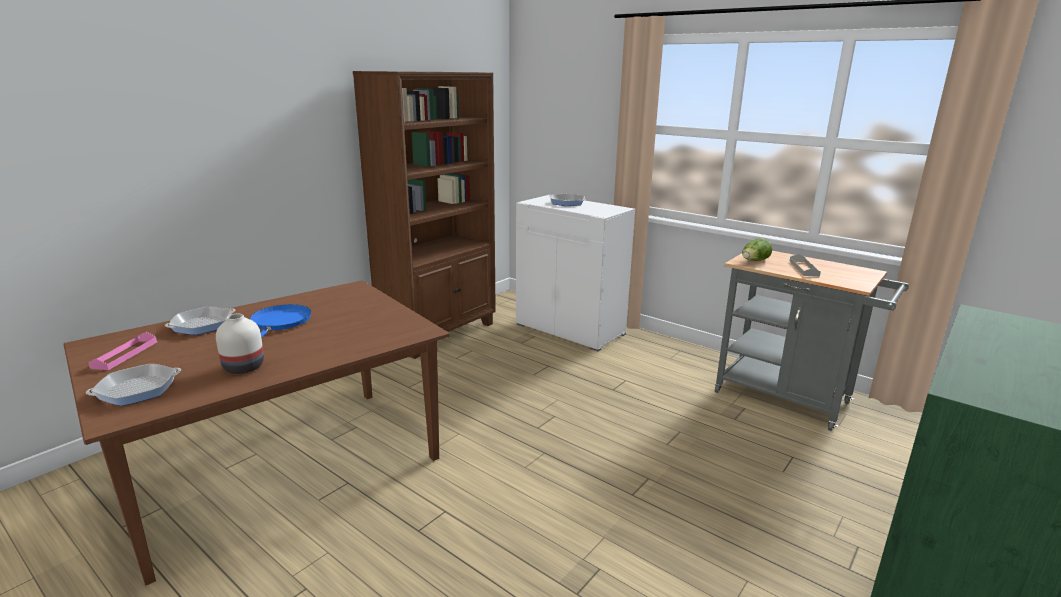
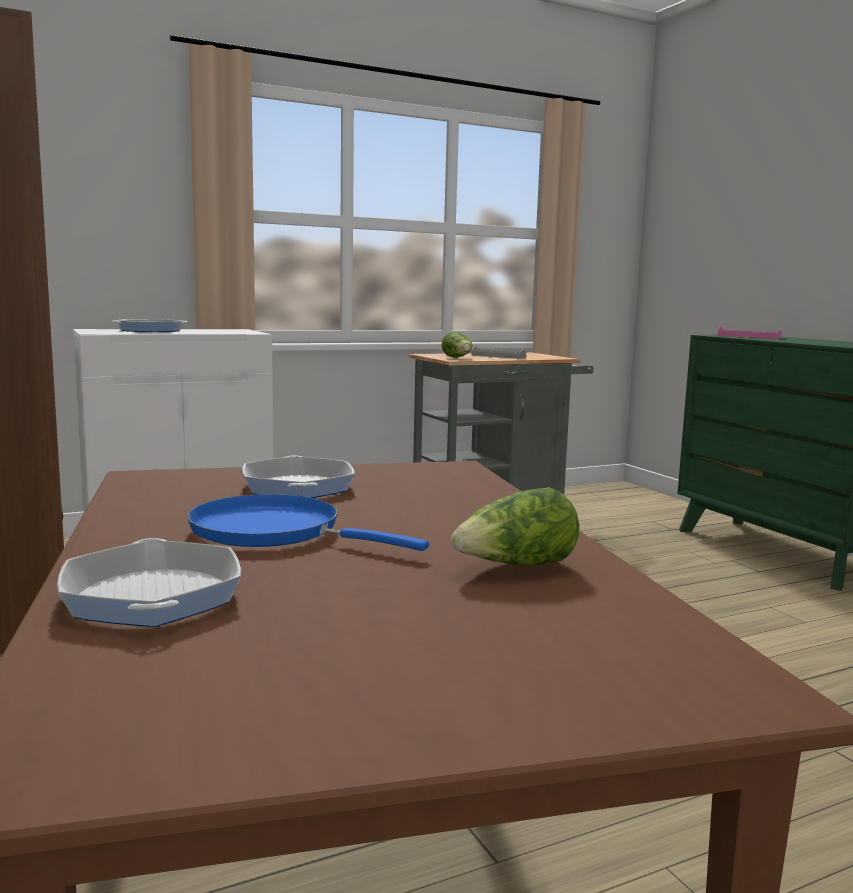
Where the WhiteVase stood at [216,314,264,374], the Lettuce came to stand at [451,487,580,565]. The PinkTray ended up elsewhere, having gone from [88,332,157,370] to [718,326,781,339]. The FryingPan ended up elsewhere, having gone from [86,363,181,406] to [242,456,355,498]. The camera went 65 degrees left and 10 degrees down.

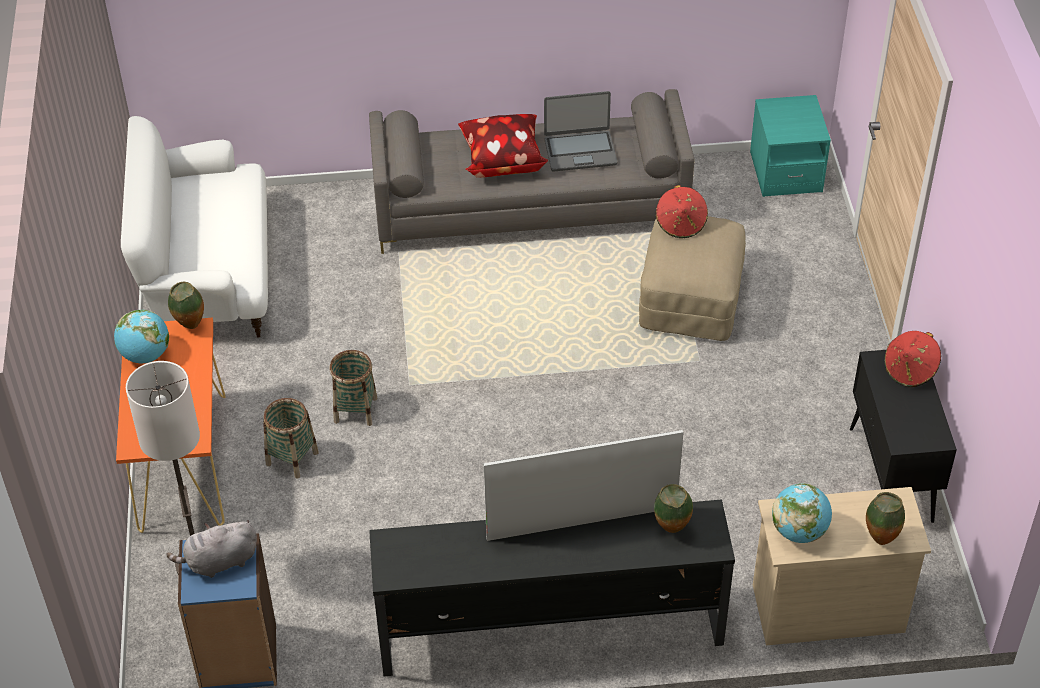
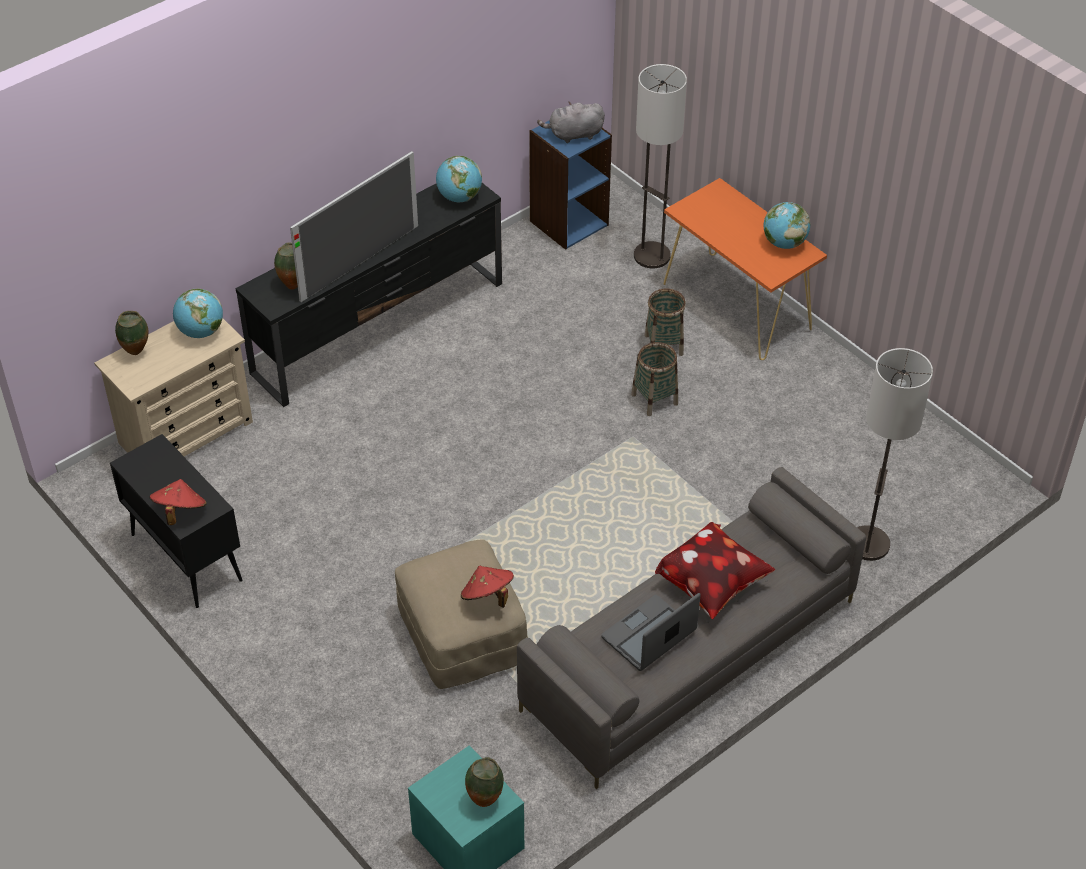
The second view lost the WhiteSofa at [121,116,268,338]. The Vase ended up elsewhere, having gone from [168,282,204,329] to [465,757,504,807]. The GreyPlushToy at [166,520,257,578] ended up facing another way, 135 degrees counterclockwise from before. The second view gained the Globe at [436,156,482,202]. The second view gained the FloorLamp at [857,348,933,561]. The camera went 145 degrees right and 0 degrees up.

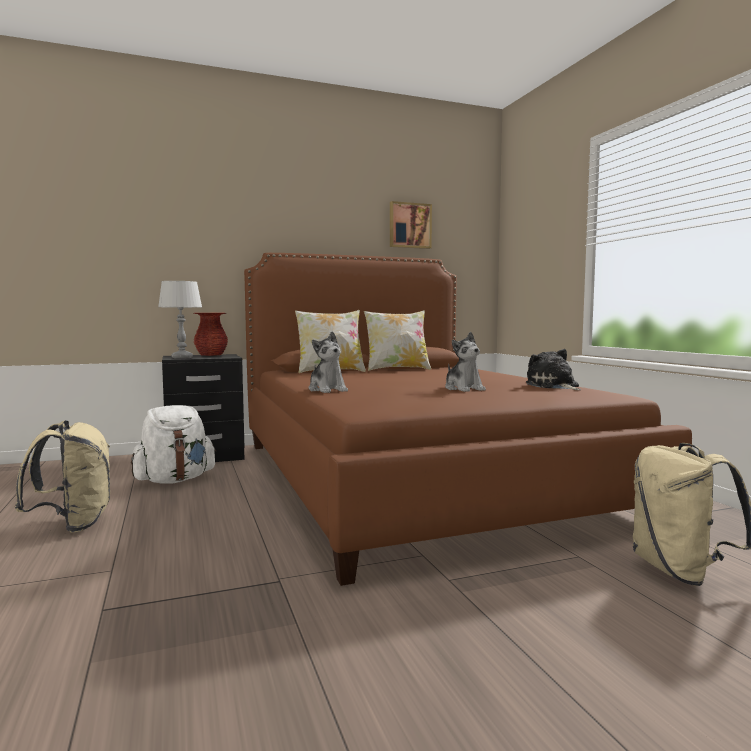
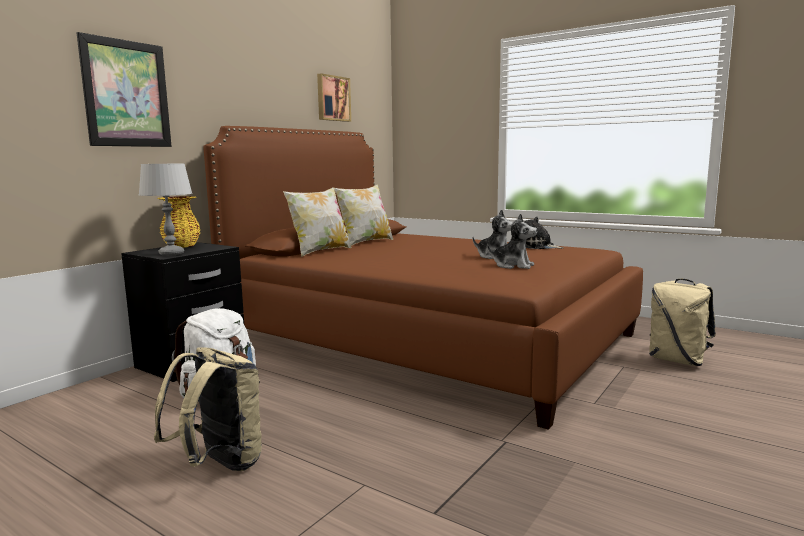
What was the RedVase at [194,313,227,356] turned into the YellowVase at [157,196,201,248]. The PlushToy ended up elsewhere, having gone from [309,331,348,393] to [487,213,537,269]. The second view gained the Picture at [77,32,172,147]. The camera went 35 degrees left and 5 degrees up.

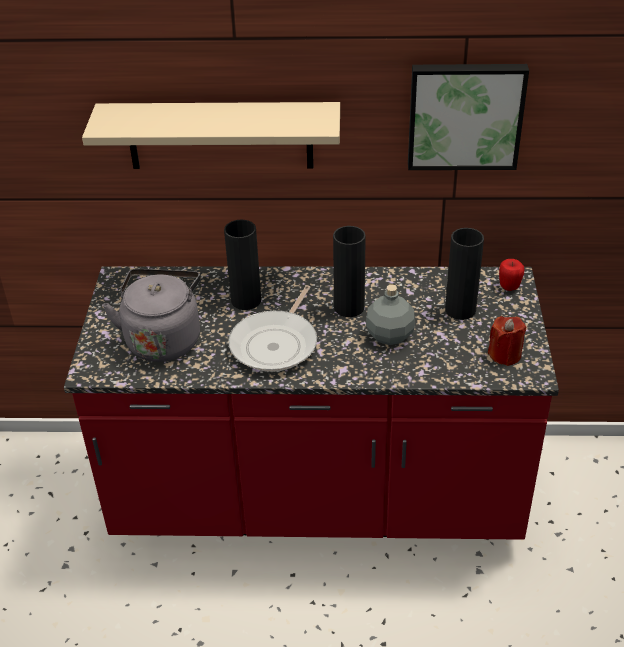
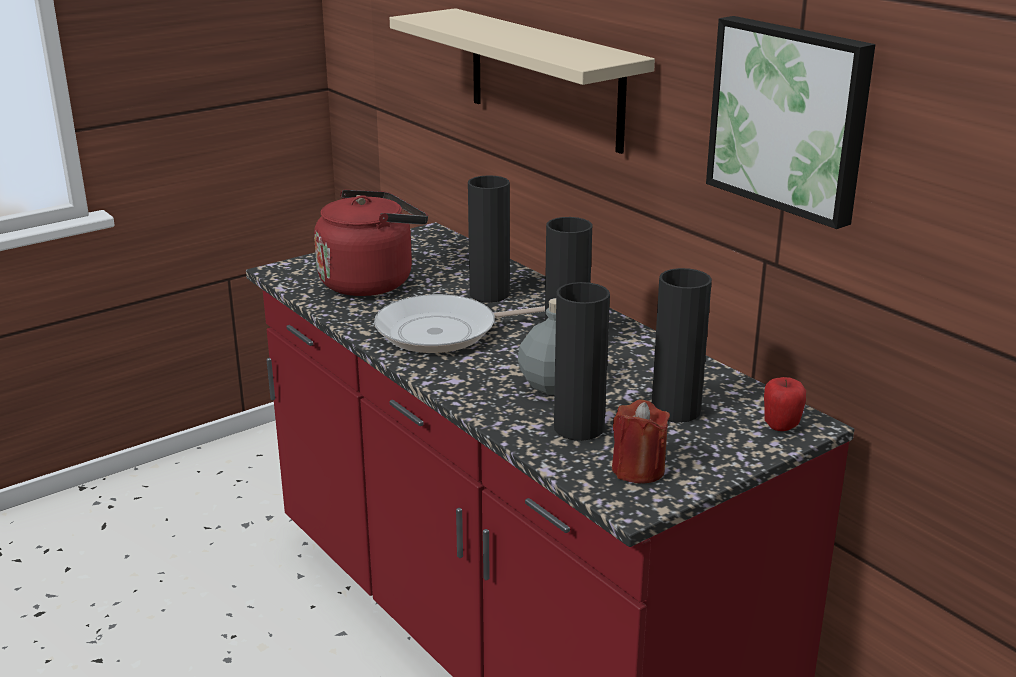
What was the GreyKettle at [103,269,201,362] turned into the RedKettle at [314,190,428,296]. The second view gained the BlackVase at [554,282,610,441]. The camera went 50 degrees right and 15 degrees down.

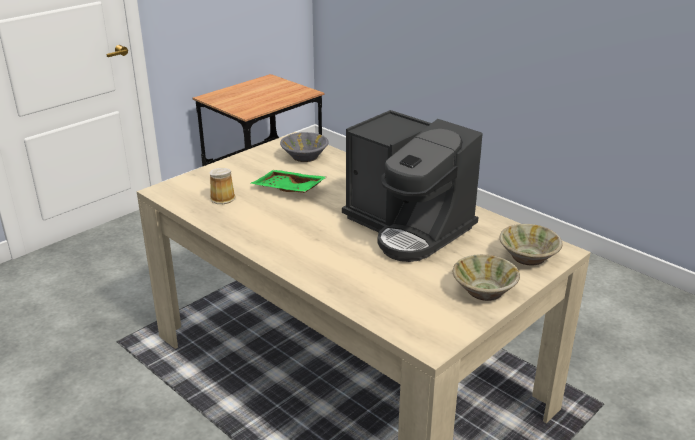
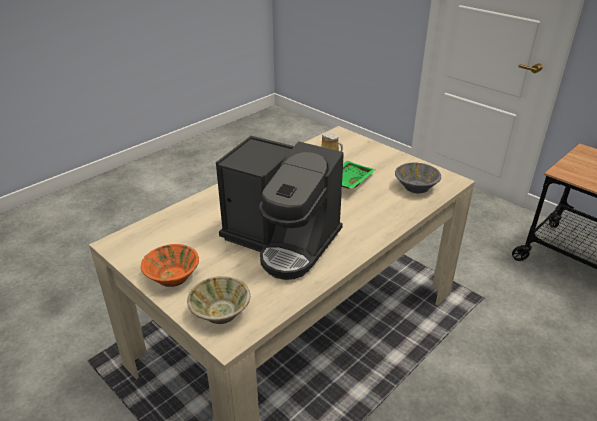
The CoffeeMachine at [342,110,483,262] ended up facing another way, 105 degrees counterclockwise from before. What was the BeigeBowl at [453,254,520,301] turned into the OrangeBowl at [141,244,199,287]. The camera went 90 degrees right and 5 degrees up.

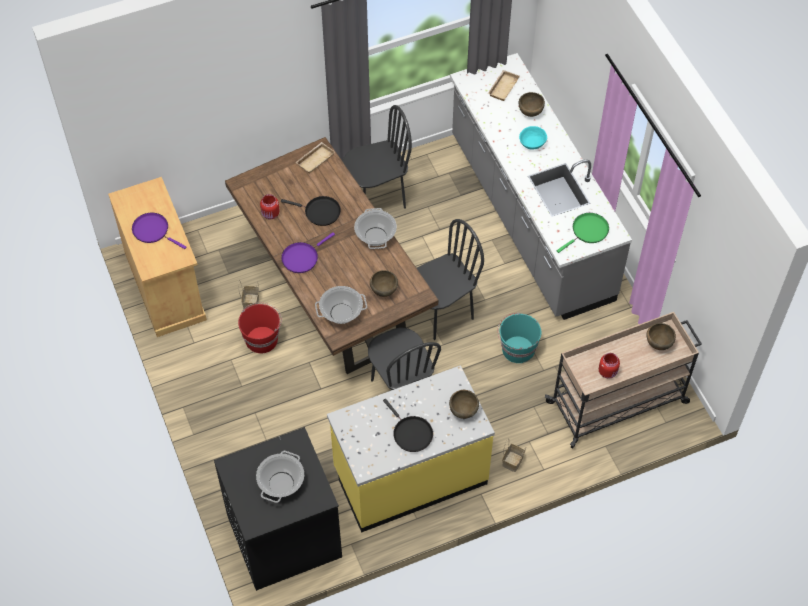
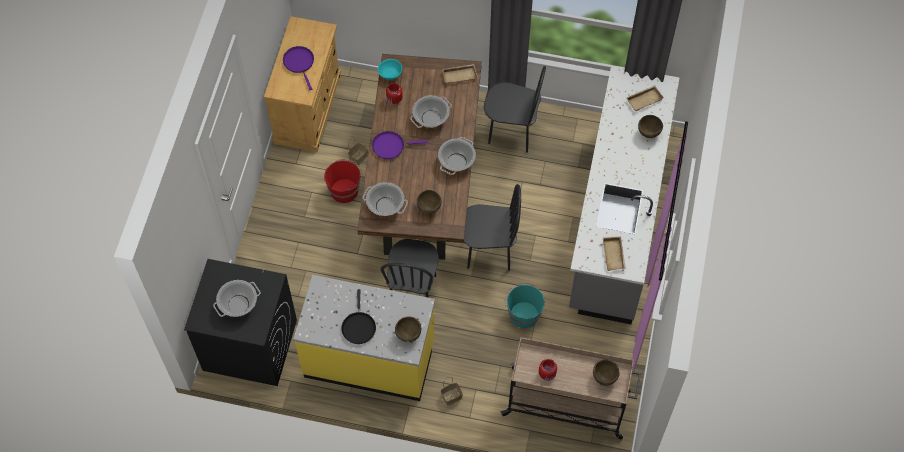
The TurquoiseBowl ended up elsewhere, having gone from [519,126,547,149] to [378,59,402,80]. Where the BlackFryingPan stood at [281,196,341,226], the CookingPot came to stand at [410,95,452,128]. Where the GreenFryingPan stood at [557,213,609,253], the BeigeTray came to stand at [603,237,626,271]. The camera went 35 degrees right and 5 degrees up.

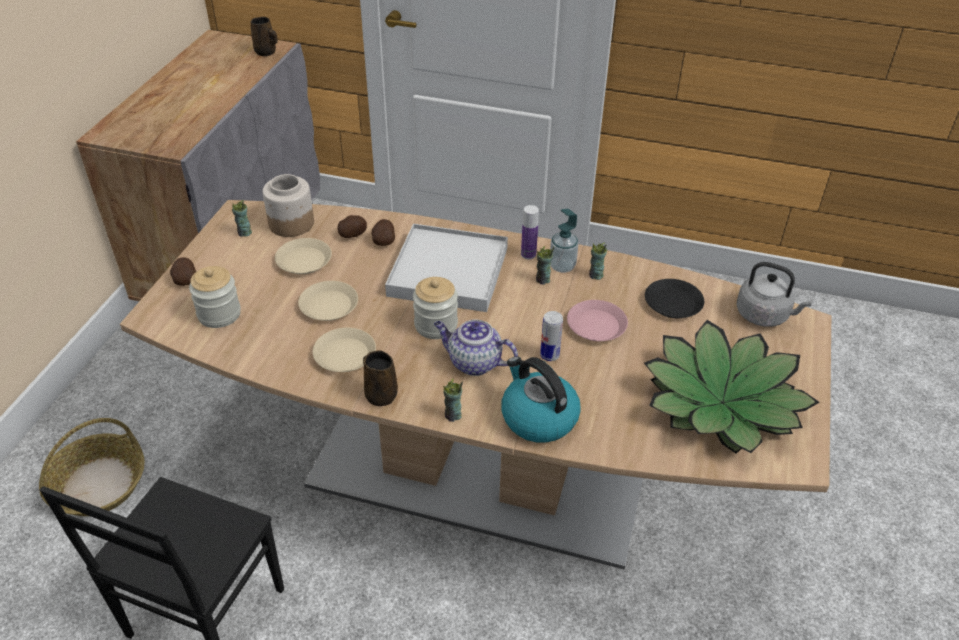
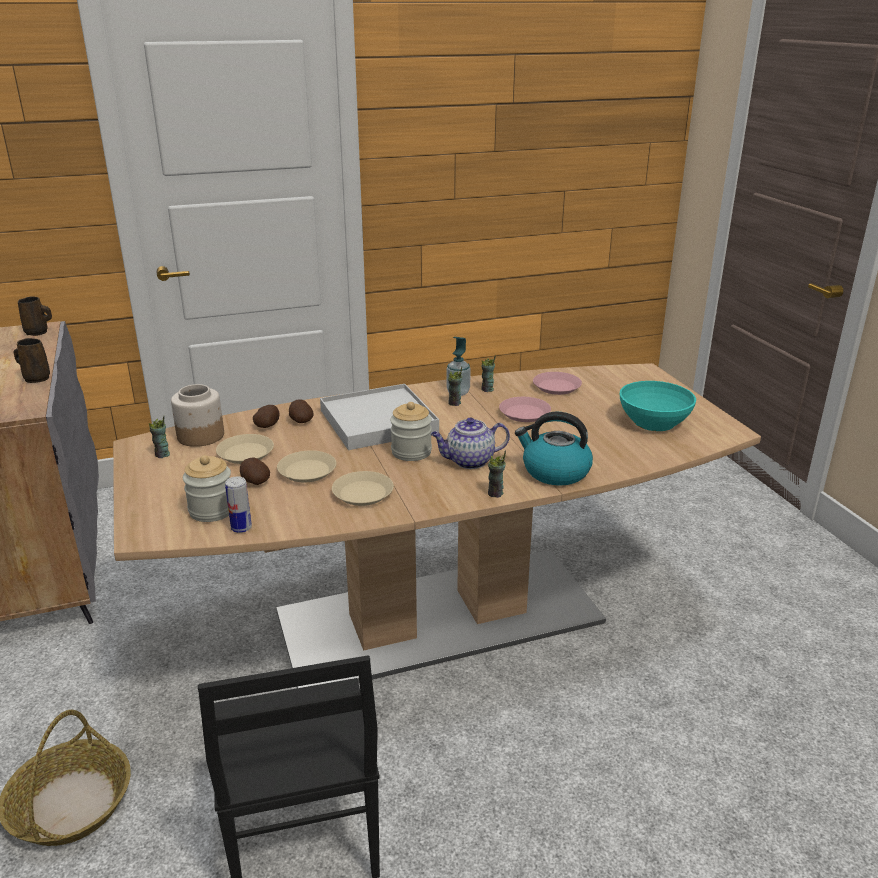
The second view lost the Bottle at [521,205,539,259]. The Potato ended up elsewhere, having gone from [170,257,196,286] to [240,457,270,485]. The second view lost the GreyKettle at [736,262,812,327]. What was the BlackPlate at [645,279,704,318] turned into the PinkPlate at [533,372,582,395]. The Can ended up elsewhere, having gone from [540,311,563,361] to [225,477,252,533]. Where the PottedPlant stood at [644,320,820,453], the TurquoiseBowl came to stand at [620,381,696,431]. The BrownMug ended up elsewhere, having gone from [363,350,398,408] to [14,338,50,383]. The camera went 35 degrees left and 15 degrees down.

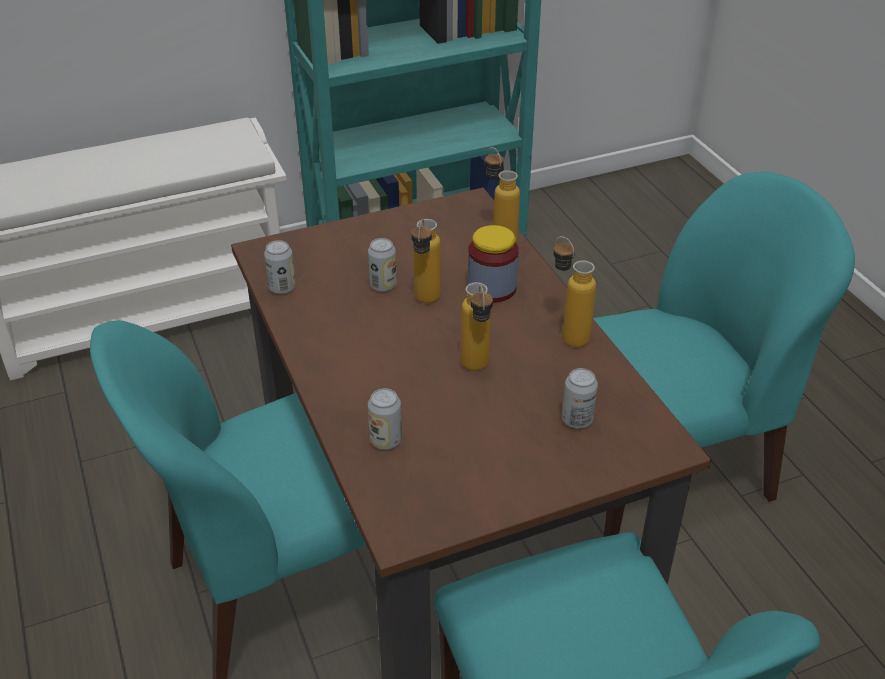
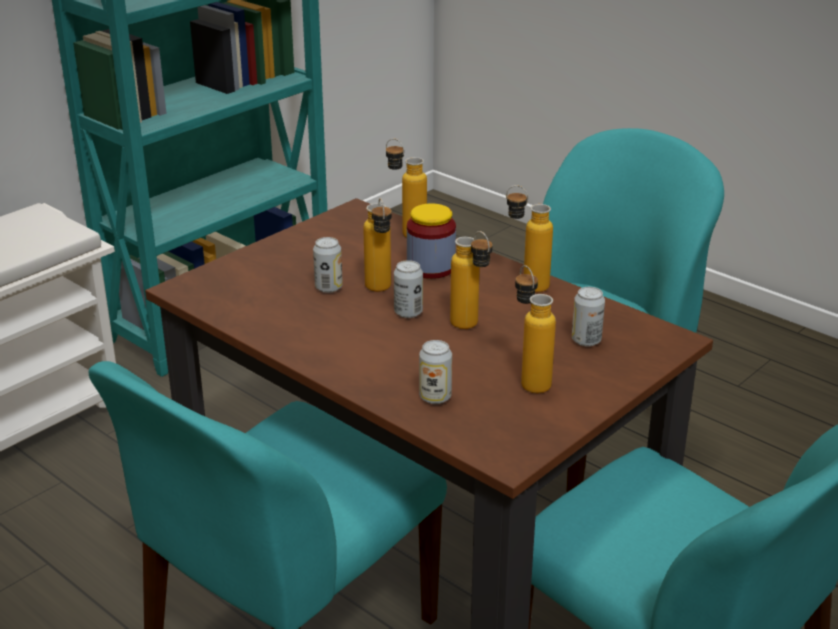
The Can ended up elsewhere, having gone from [264,240,296,294] to [394,260,423,318]. The second view gained the Bottle at [515,265,556,394]. The camera went 25 degrees left and 10 degrees down.

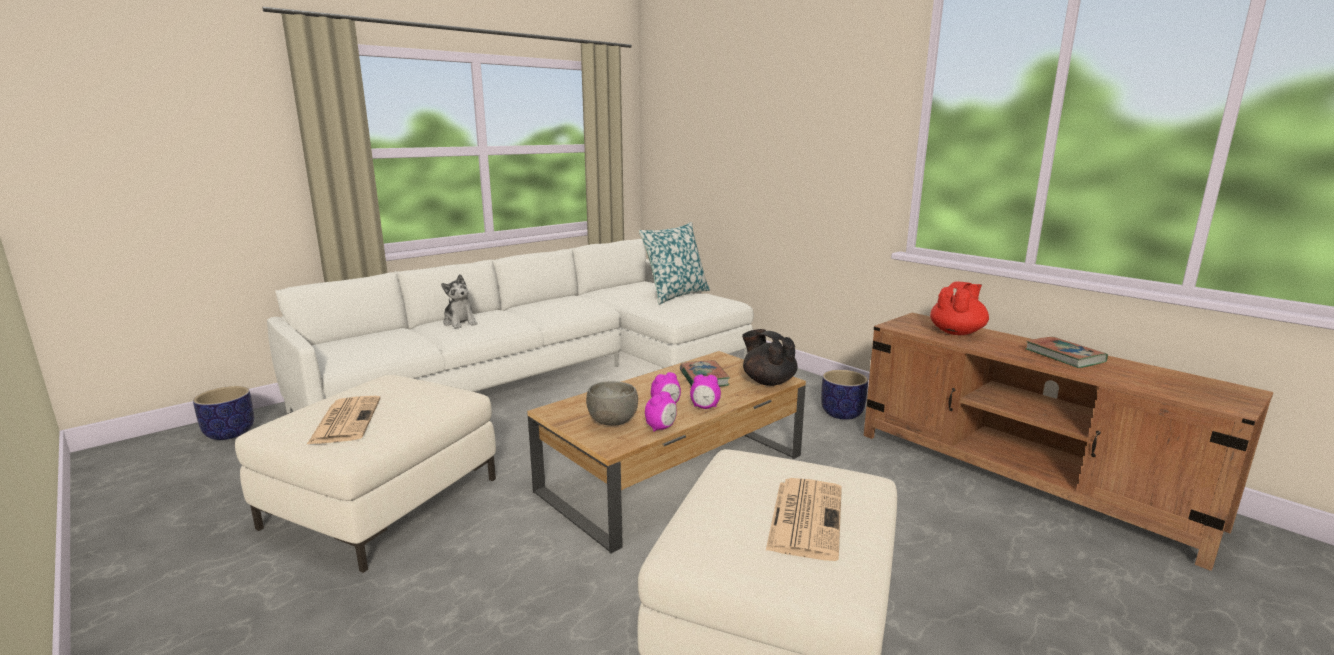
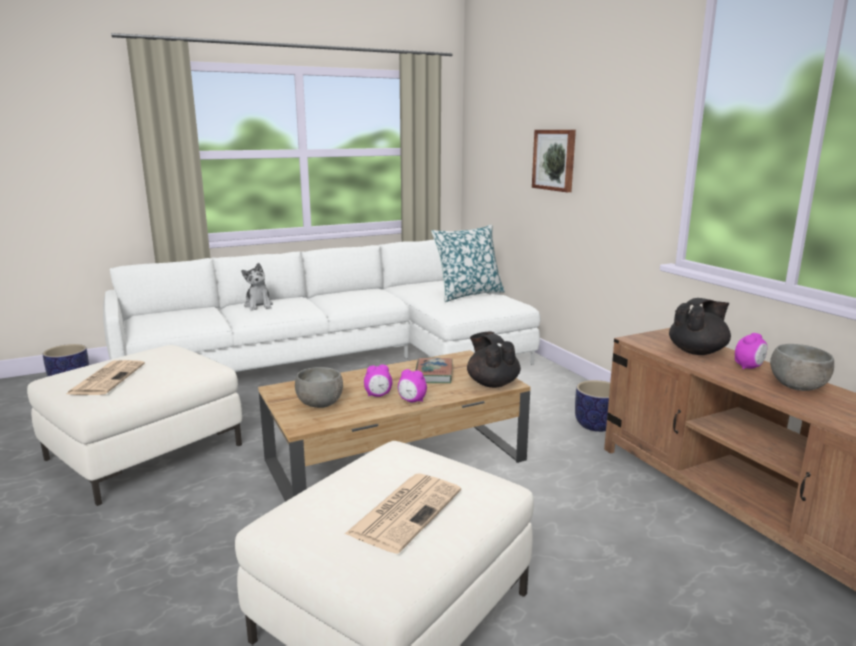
What was the RedTeapot at [930,282,989,335] turned into the BlackTeapot at [669,298,731,355]. Where the Book stood at [1026,337,1108,368], the GreyBowl came to stand at [770,344,834,391]. The AlarmClock ended up elsewhere, having gone from [645,391,677,431] to [735,333,768,370]. The second view gained the Picture at [532,130,576,192]. The camera went 15 degrees right and 0 degrees up.

